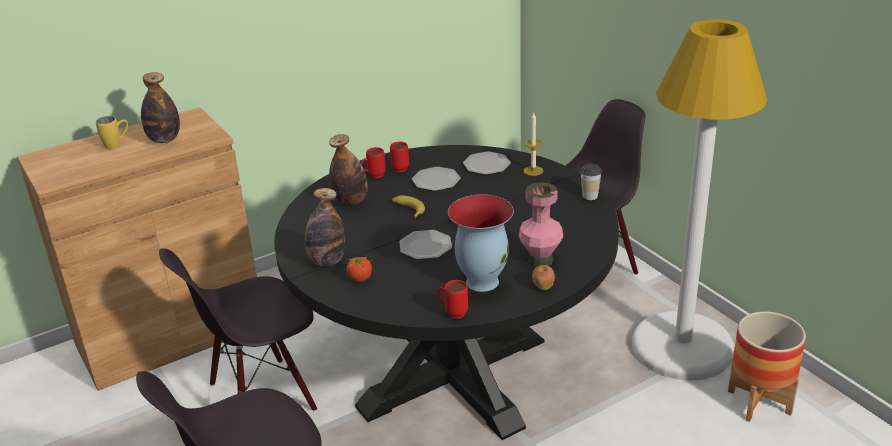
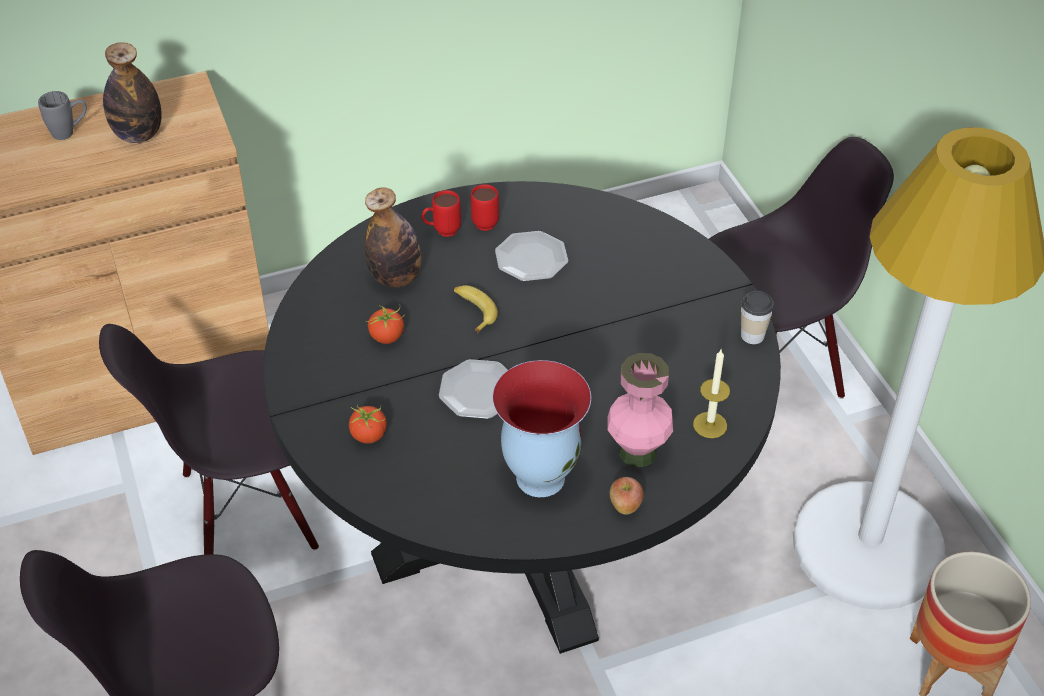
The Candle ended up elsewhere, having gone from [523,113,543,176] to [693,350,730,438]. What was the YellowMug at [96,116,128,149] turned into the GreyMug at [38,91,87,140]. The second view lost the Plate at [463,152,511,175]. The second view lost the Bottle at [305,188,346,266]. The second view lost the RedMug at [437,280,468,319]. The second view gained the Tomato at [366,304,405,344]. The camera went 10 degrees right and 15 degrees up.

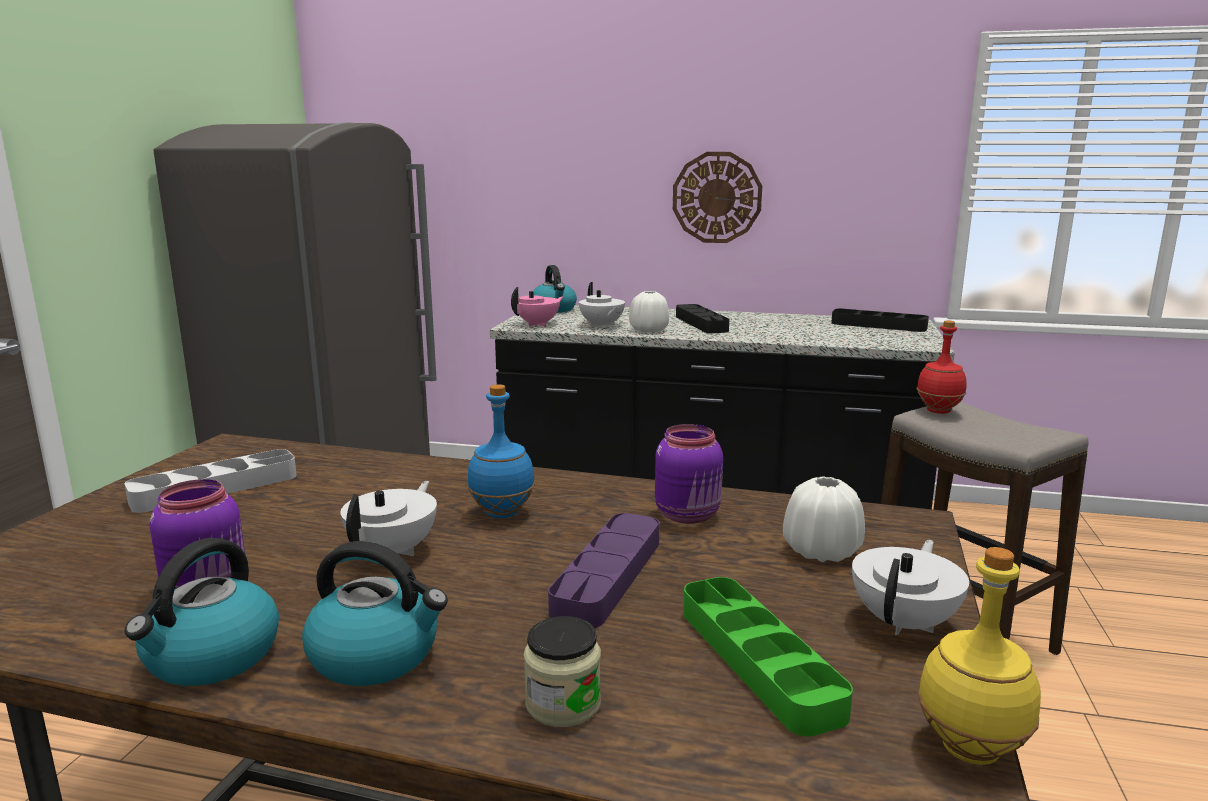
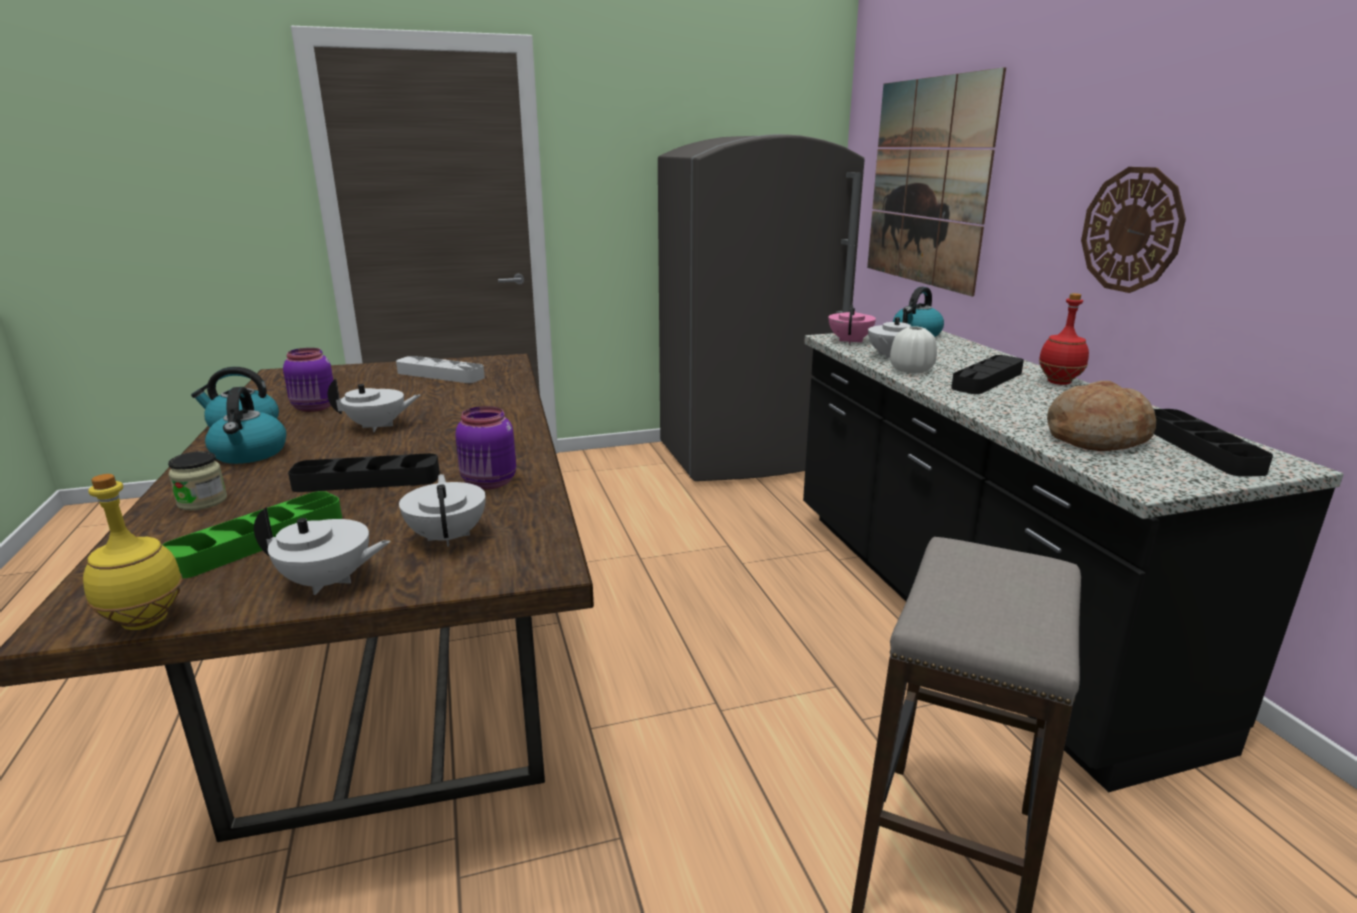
The PinkTeapot at [511,287,564,326] ended up facing another way, 90 degrees counterclockwise from before. The RedBottle ended up elsewhere, having gone from [917,321,966,414] to [1039,293,1089,385]. The second view lost the BlueBottle at [467,384,535,519]. Where the WhiteVase stood at [783,476,865,562], the WhiteTeapot came to stand at [399,474,486,547]. What was the PurpleTray at [548,513,660,628] turned into the BlackTray at [288,453,440,492]. The second view gained the Picture at [867,67,1006,296]. The second view gained the Bread at [1047,381,1156,451]. The camera went 60 degrees right and 5 degrees up.

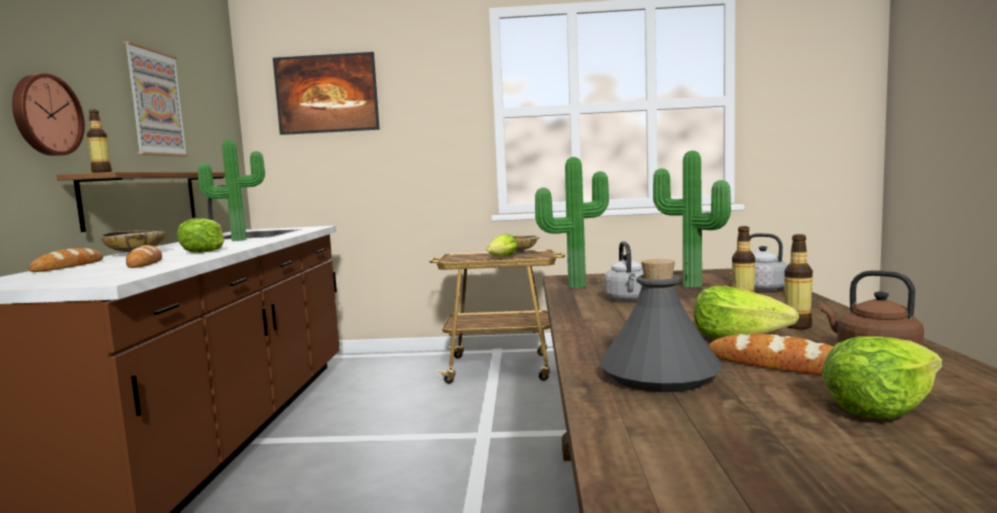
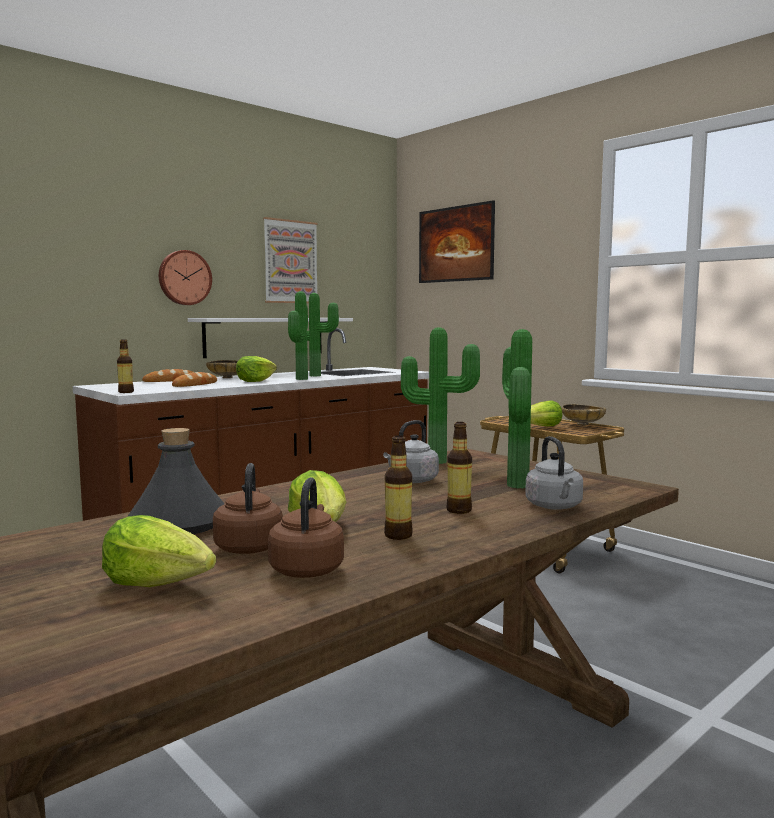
The Bottle ended up elsewhere, having gone from [87,110,112,173] to [117,340,134,393]. What was the BrownShelf at [57,172,225,232] turned into the WhiteShelf at [188,318,353,358]. Where the Bread stood at [709,334,833,375], the BrownKettle came to stand at [213,463,283,554]. The second view gained the PottedPlant at [288,291,308,380]. The camera went 45 degrees right and 0 degrees up.

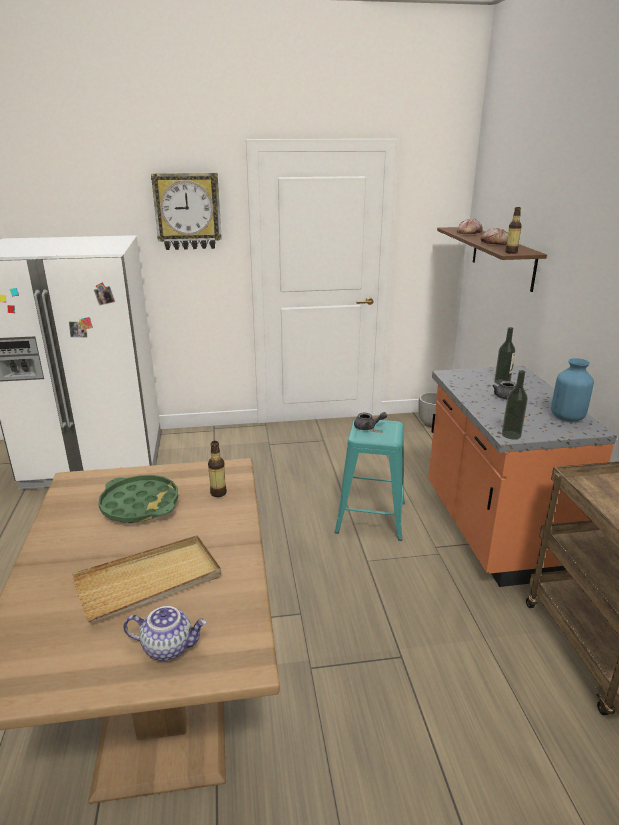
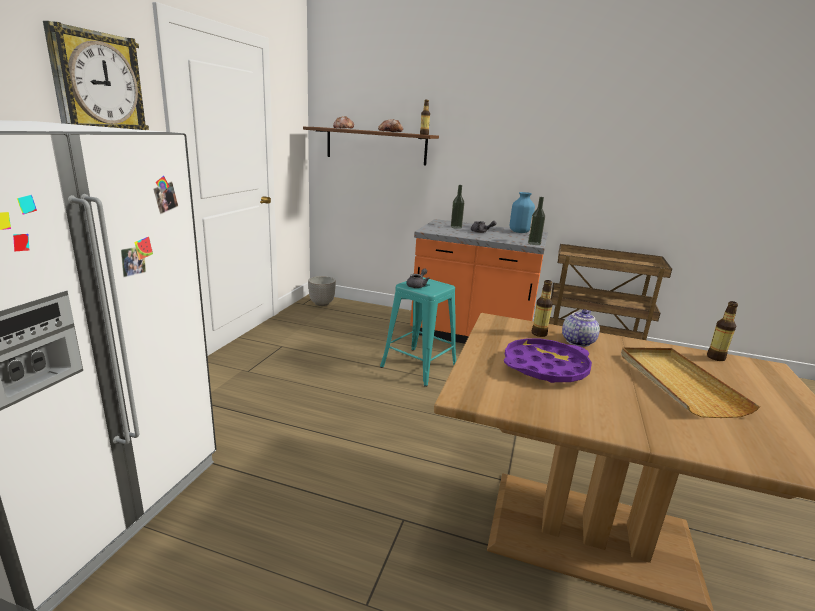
What was the GreenTray at [98,475,178,523] turned into the PurpleTray at [504,338,592,383]. The Teapot ended up elsewhere, having gone from [124,606,207,661] to [562,310,600,347]. The second view gained the Bottle at [707,301,738,361]. The camera went 65 degrees left and 5 degrees down.

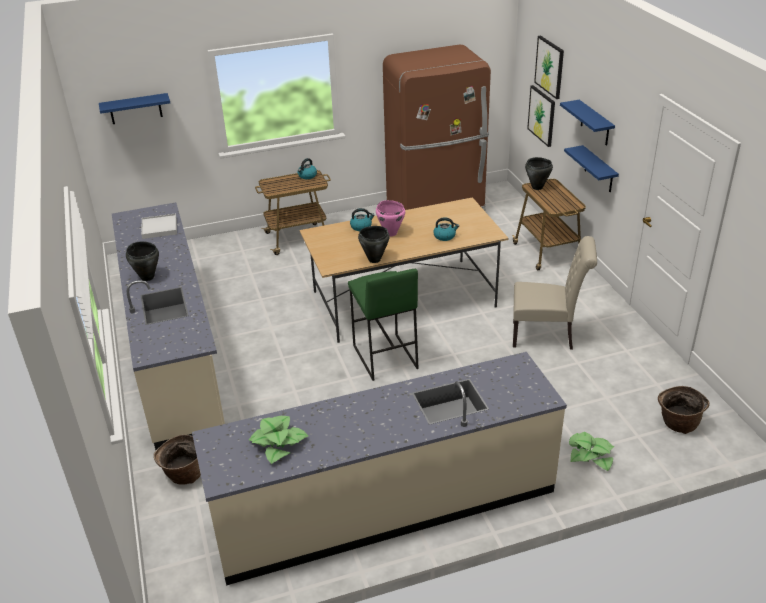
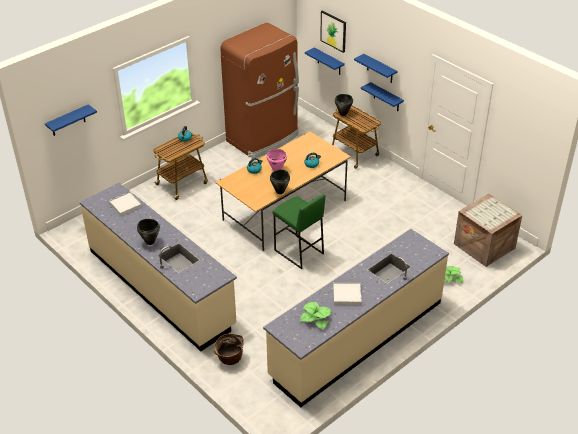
Where the Picture hung at [527,85,555,147], the BlueShelf came to hang at [305,47,345,75]. The second view lost the BeigeChair at [513,236,597,350]. Where the Basket stood at [658,386,710,434], the Crate came to stand at [454,194,522,267]. The second view gained the WhiteTray at [333,282,362,305]. The camera went 25 degrees left and 5 degrees up.

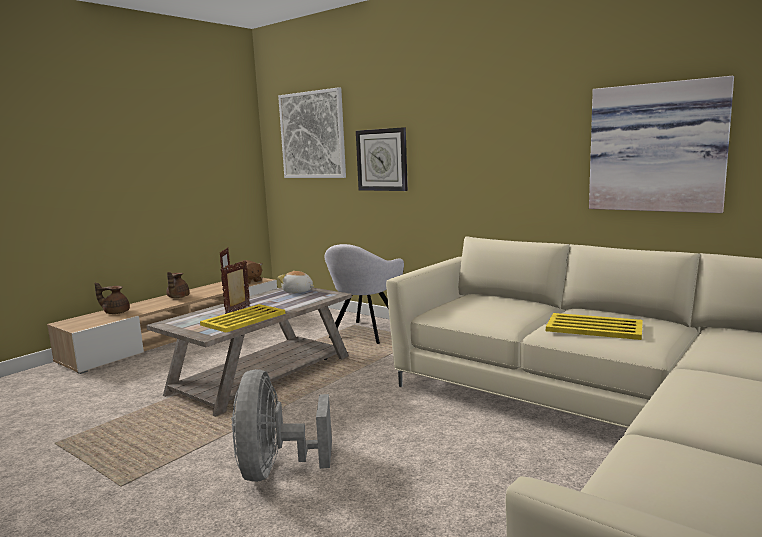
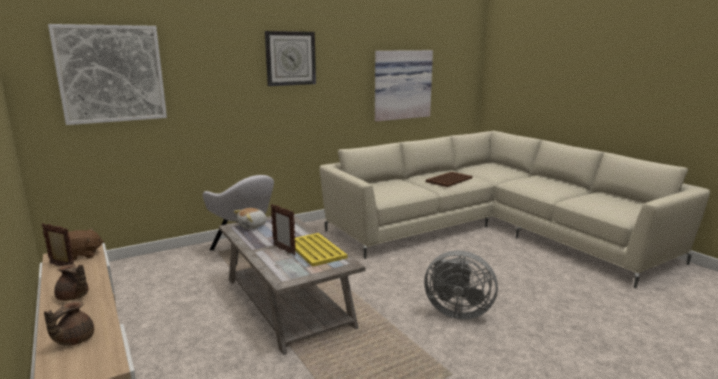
The WallClock ended up elsewhere, having gone from [356,127,408,191] to [265,31,316,86]. What was the YellowTray at [546,313,643,340] turned into the BrownTray at [426,172,472,187]. The camera went 70 degrees left and 5 degrees up.

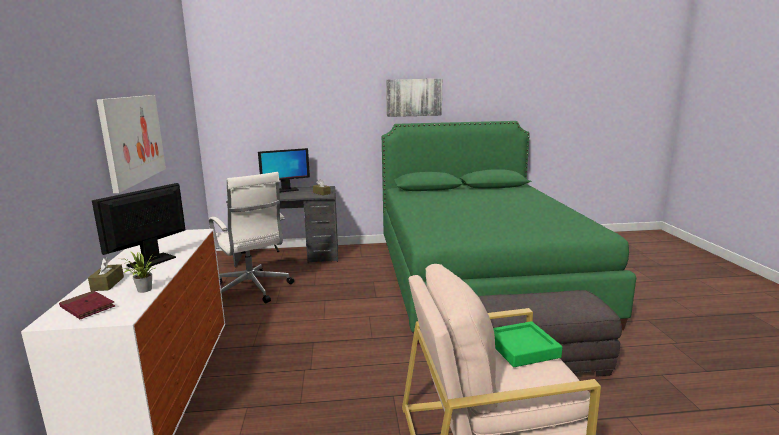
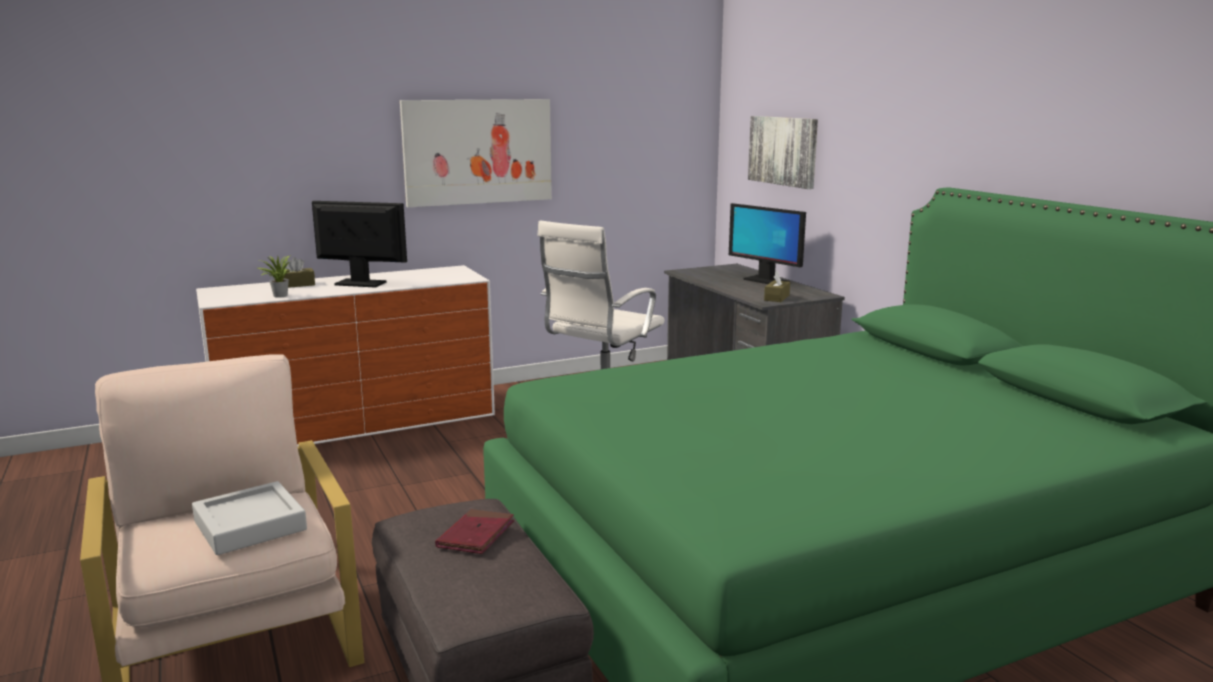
The Picture ended up elsewhere, having gone from [386,79,442,117] to [748,116,818,189]. The RedBook ended up elsewhere, having gone from [59,291,115,319] to [435,509,514,554]. What was the GreenTray at [493,321,562,367] turned into the GreyTray at [192,481,307,555]. The camera went 70 degrees right and 0 degrees up.

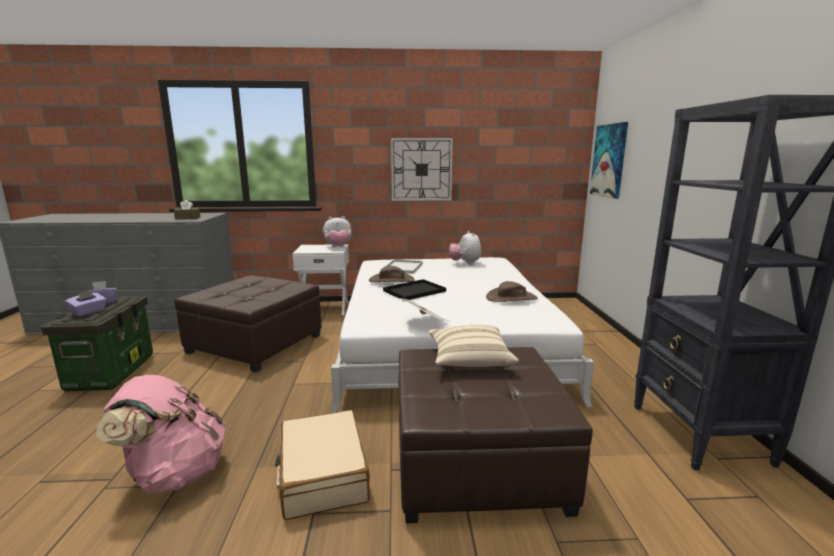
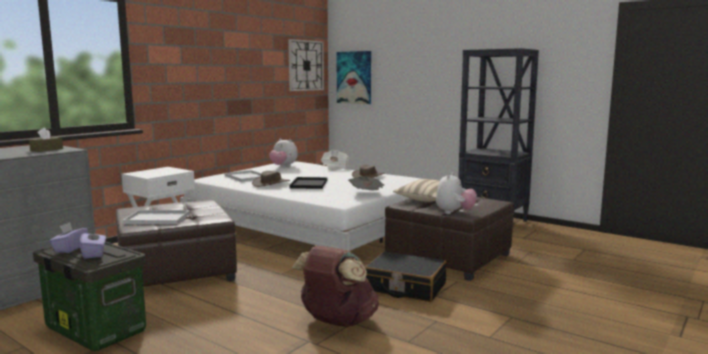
The WallClock ended up elsewhere, having gone from [391,138,453,201] to [288,39,324,91]. The PlushToy ended up elsewhere, having gone from [323,216,352,247] to [436,172,477,214]. What was the PinkBackpack at [97,375,225,494] turned into the BrownBackpack at [292,246,379,327]. What was the BeigeSuitcase at [275,410,370,520] turned into the BlackSuitcase at [365,251,447,302]. The second view gained the Newspaper at [321,150,349,171]. The second view gained the WhiteTray at [123,210,190,224]. The camera went 50 degrees left and 5 degrees down.

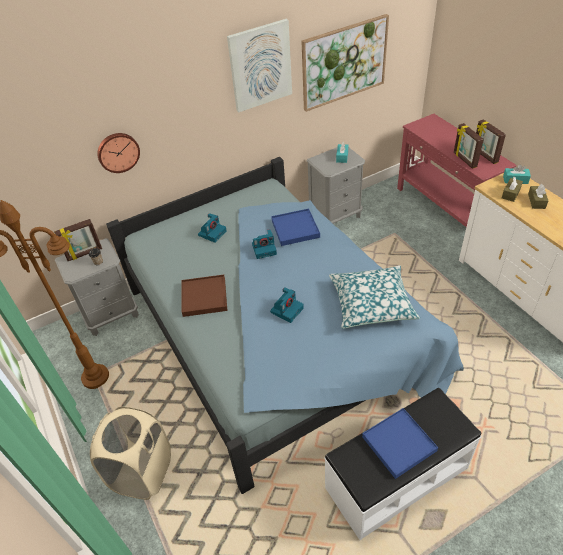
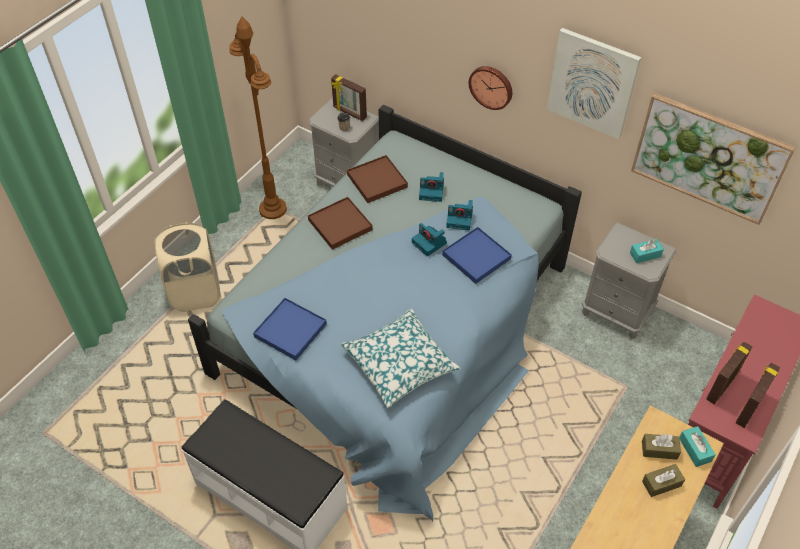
The WallClock ended up elsewhere, having gone from [97,133,140,173] to [469,66,512,110]. The PhotoCamera ended up elsewhere, having gone from [270,287,304,323] to [446,200,473,231]. The BlueTray ended up elsewhere, having gone from [362,408,438,479] to [253,298,327,360]. The second view gained the BrownTray at [347,155,408,203]. The camera went 60 degrees right and 5 degrees up.

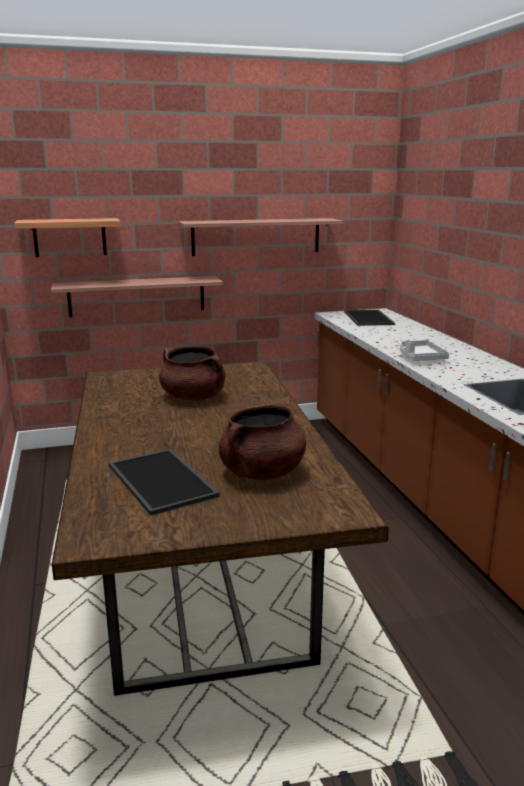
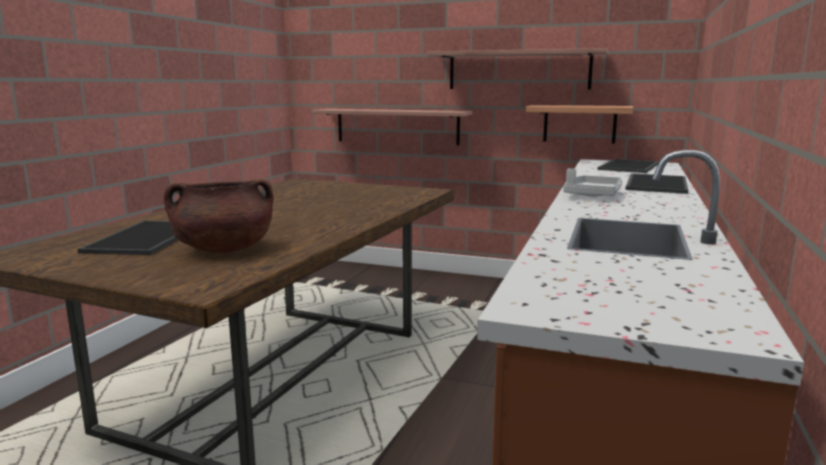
The Shelf ended up elsewhere, having gone from [14,218,121,257] to [526,105,633,144]. The second view lost the BrownCookingPot at [159,346,225,400]. The second view gained the Tray at [625,173,688,194]. The camera went 35 degrees right and 5 degrees down.

